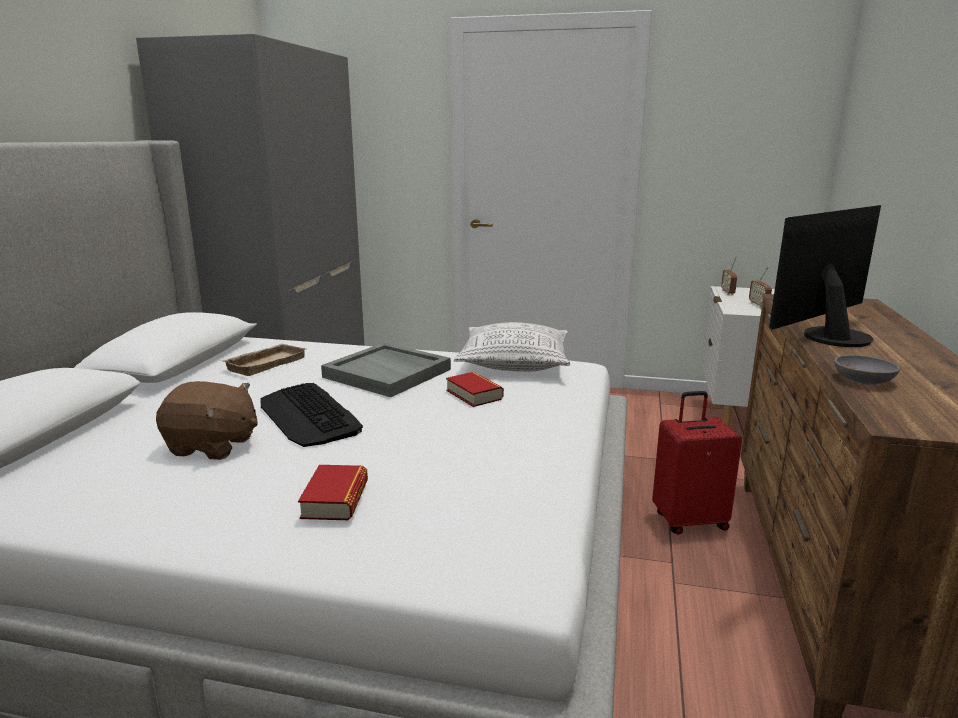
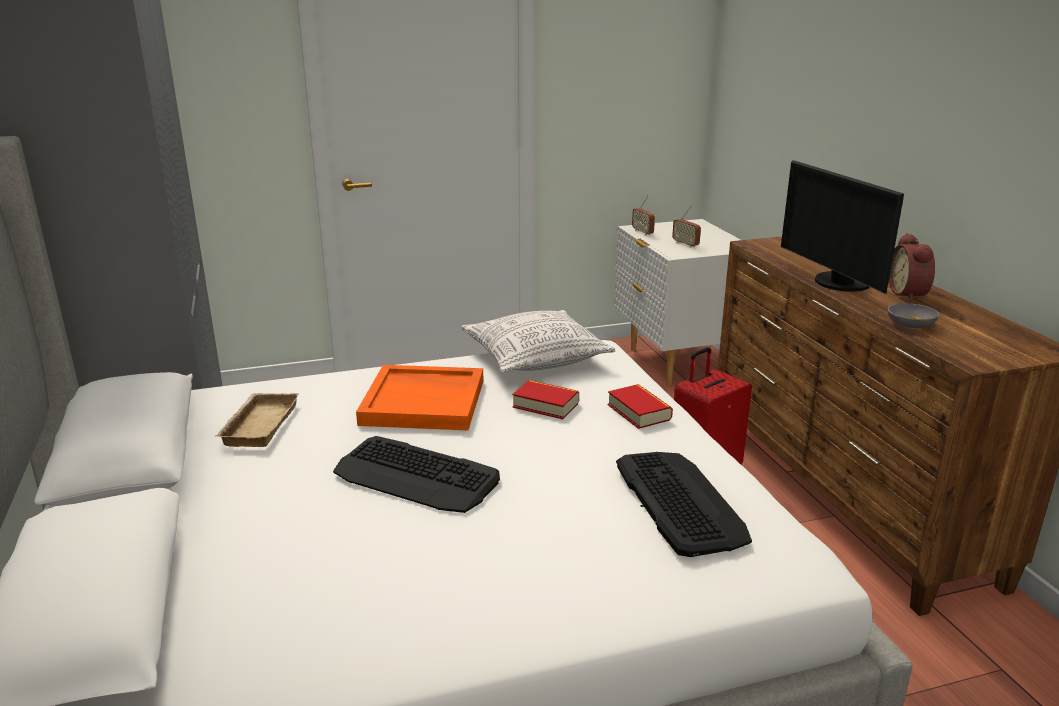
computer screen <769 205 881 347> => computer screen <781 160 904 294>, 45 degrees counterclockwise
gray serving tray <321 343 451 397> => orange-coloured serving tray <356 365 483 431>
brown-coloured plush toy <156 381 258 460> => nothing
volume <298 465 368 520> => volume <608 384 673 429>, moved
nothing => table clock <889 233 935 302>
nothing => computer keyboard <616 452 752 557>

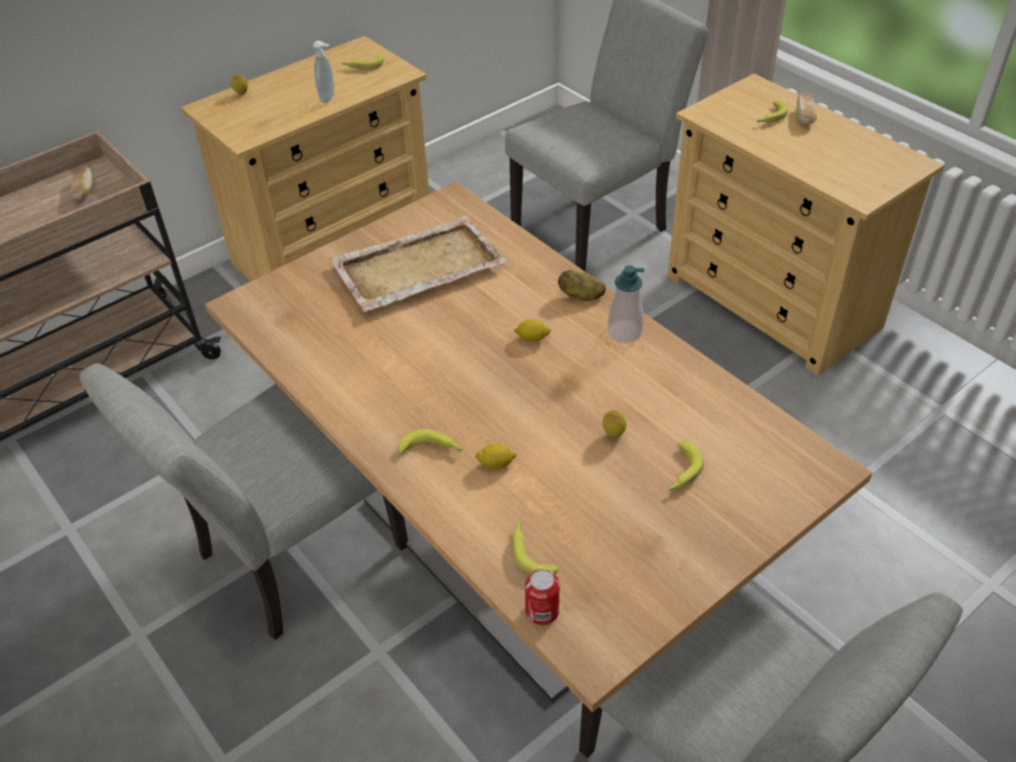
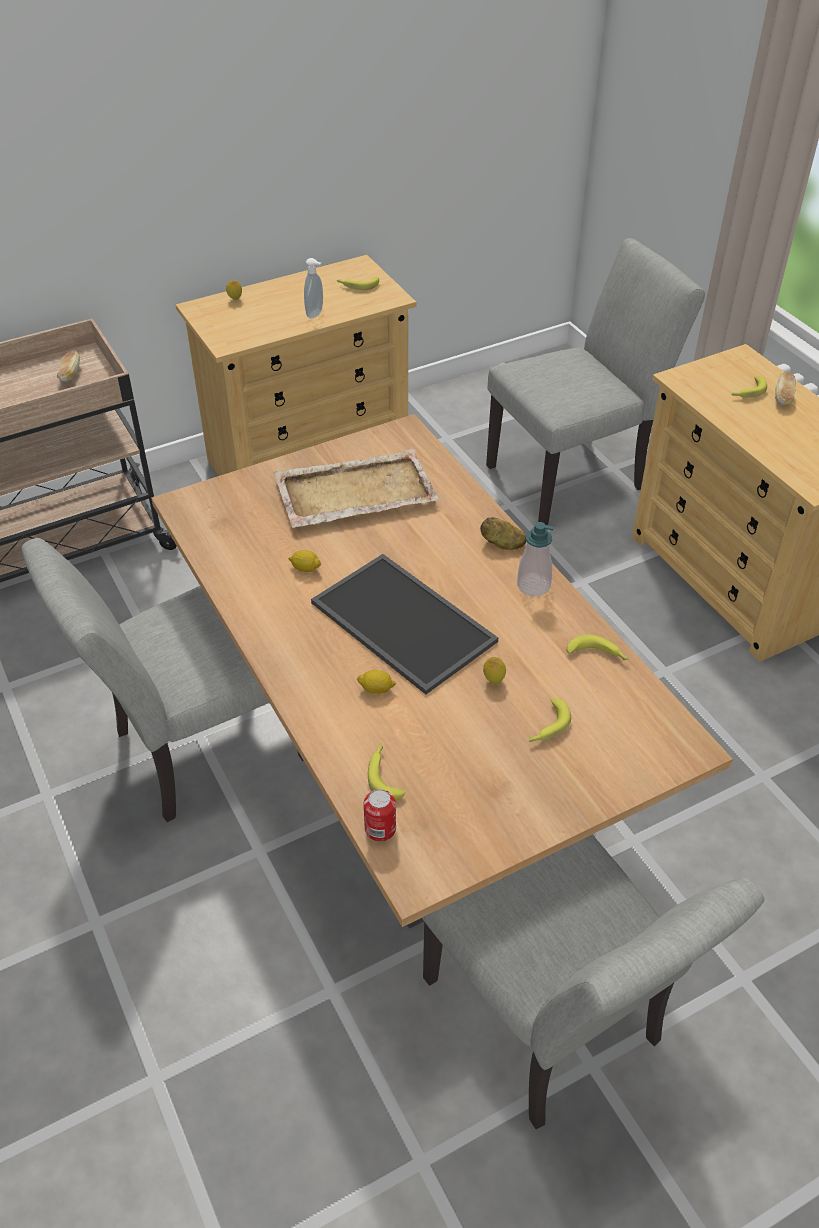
citrus fruit <514 319 551 342> => citrus fruit <289 550 321 572>, moved
whole banana <397 429 463 454> => whole banana <566 635 629 660>, moved
nothing => serving tray <311 554 498 694>

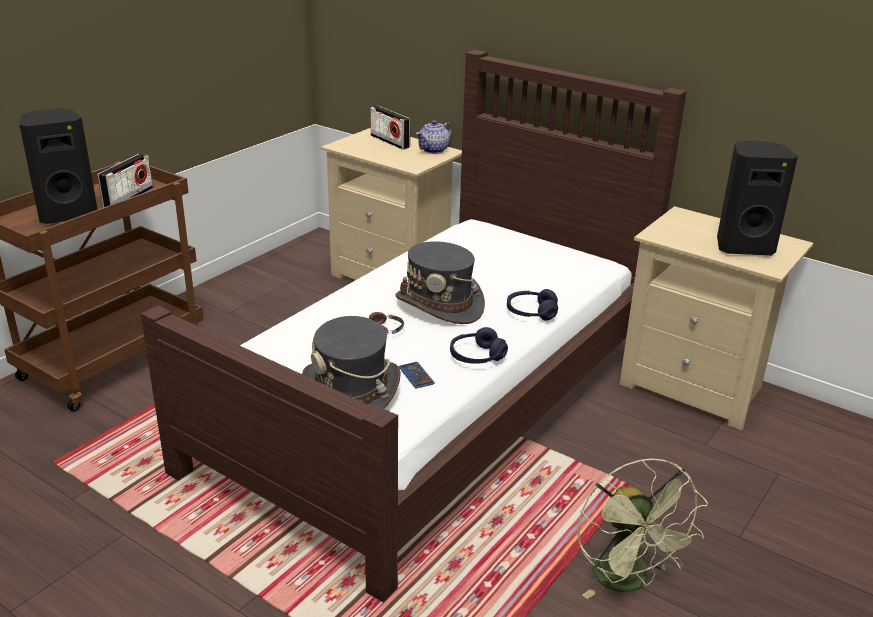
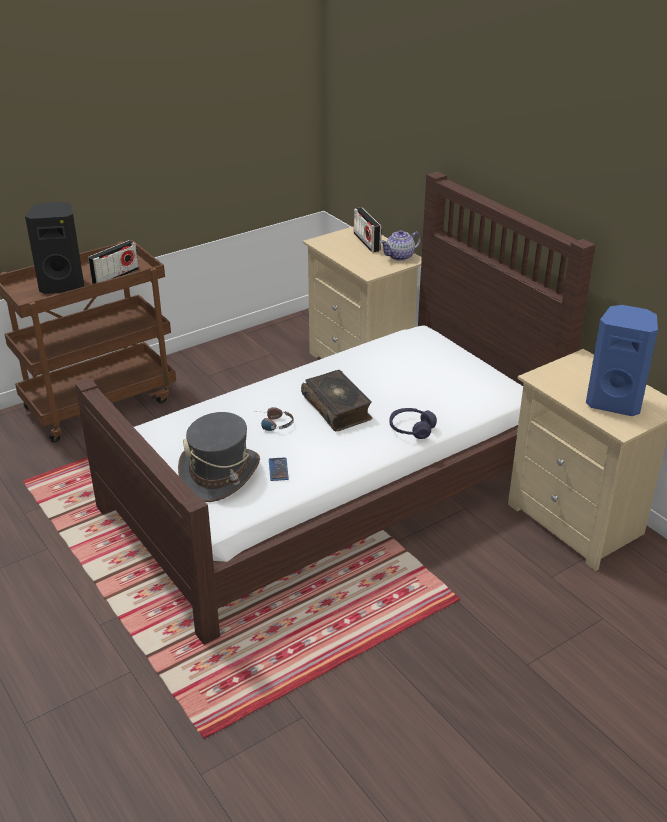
blackish audio speaker <717 141 798 255> => bluish audio speaker <586 305 658 416>
gray hat <395 241 485 324> => volume <301 370 372 431>
purple-coloured headphones <450 327 508 364> => nothing
green cooling fan <577 458 708 599> => nothing

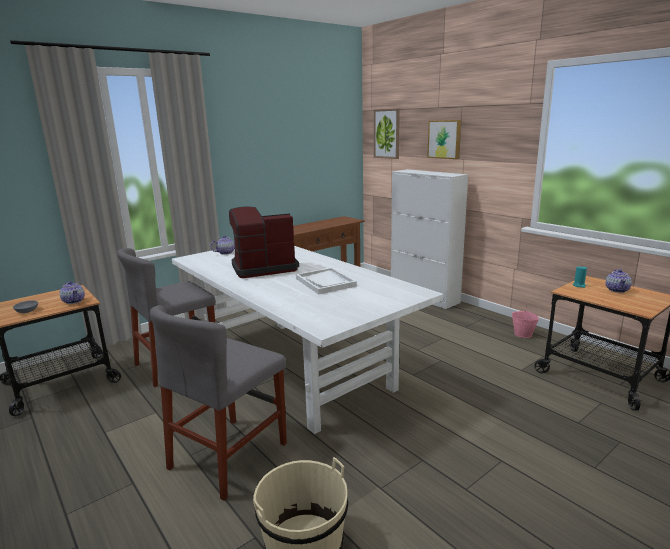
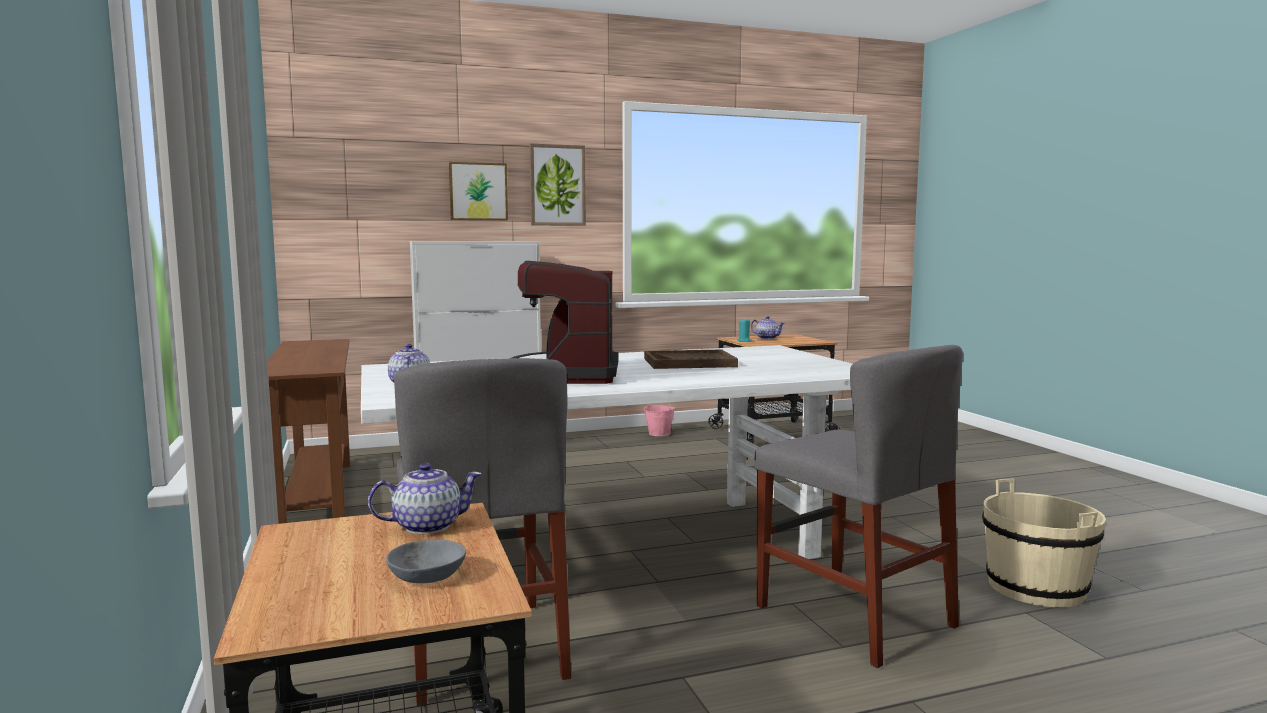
wall picture <374 109 400 159> => wall picture <530 144 586 226>, moved
whitish serving tray <296 267 357 294> => brown-coloured serving tray <644 349 738 369>

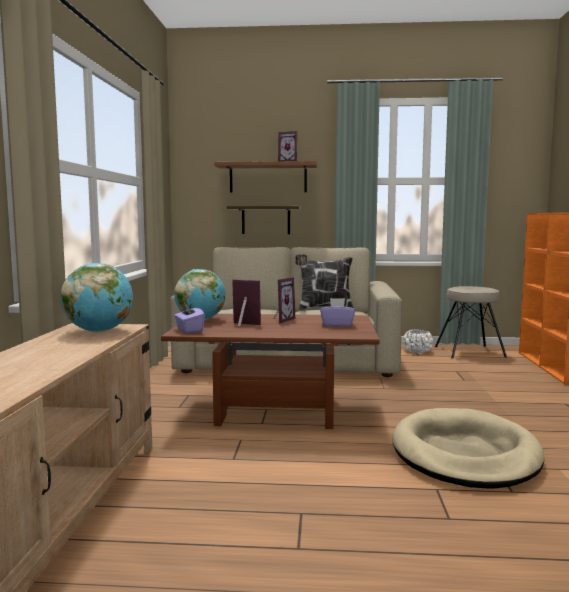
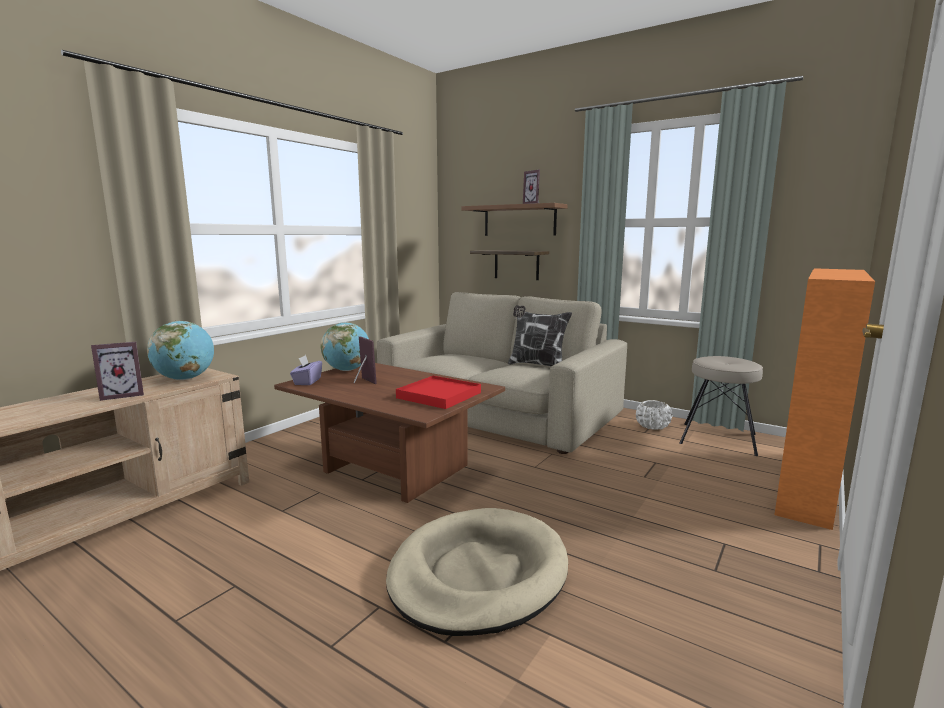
photo frame <274 277 295 323> => photo frame <91 342 144 401>, moved
purple-coloured tissue holder <320 298 355 327> => red-coloured serving tray <396 376 481 409>

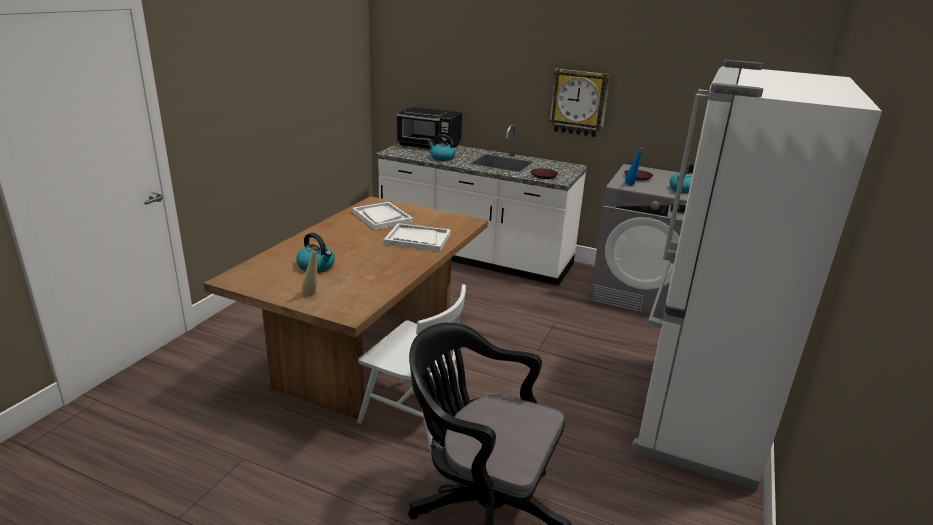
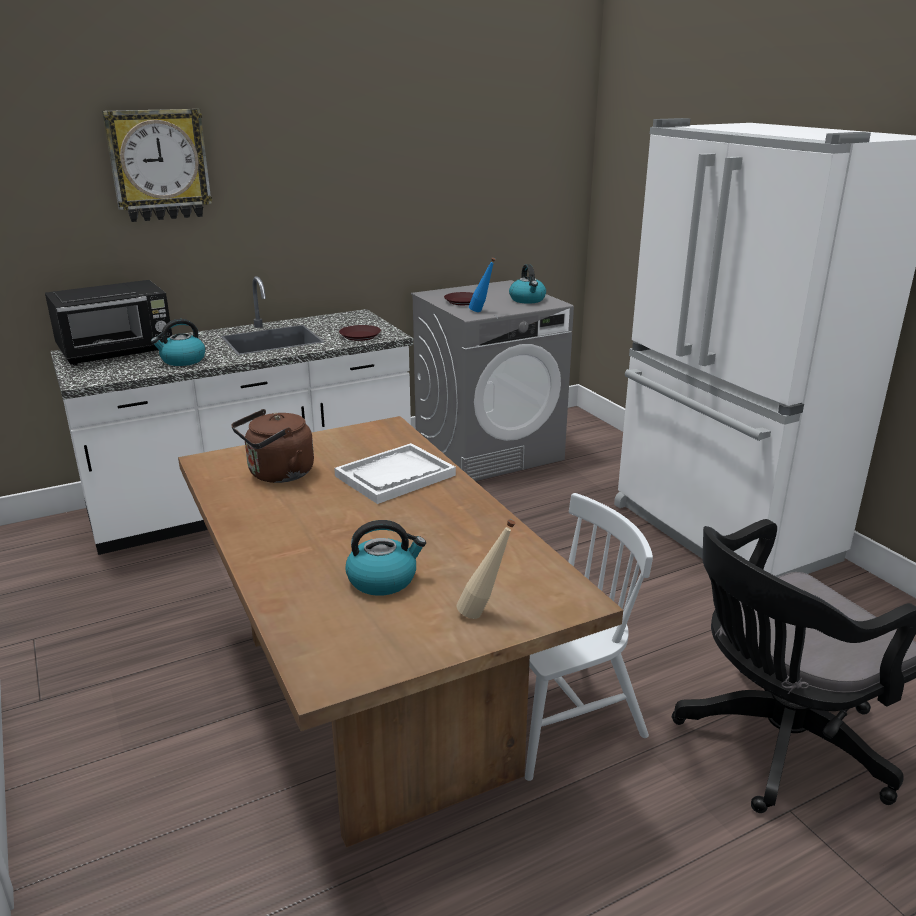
wall clock <549 69 610 137> => wall clock <102 109 212 222>, moved
whitish serving tray <352 202 413 230> => brown-coloured kettle <231 409 314 483>

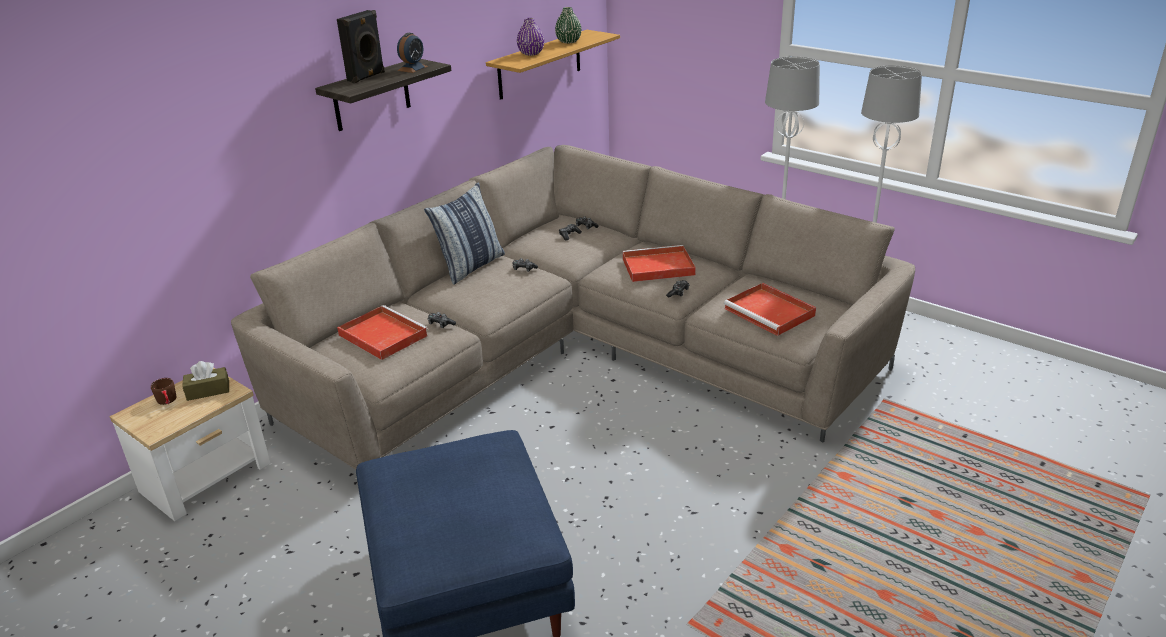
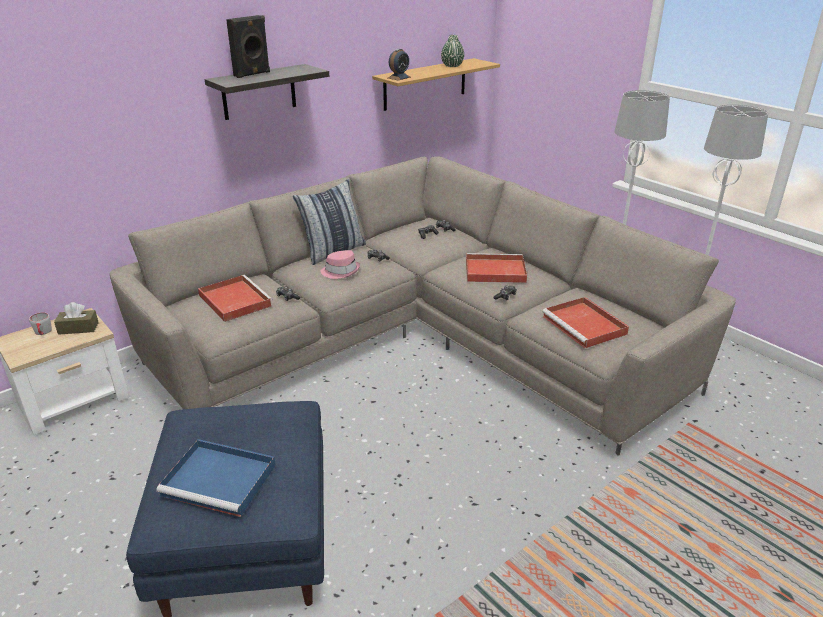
purple-coloured decorative vase <517 18 544 56> => nothing
table clock <397 33 428 73> => table clock <388 49 411 81>, moved
brown-coloured tea mug <151 378 176 405> => gray tea mug <29 312 52 335>
nothing => pink-coloured hat <320 250 360 279>
nothing => bluish serving tray <156 439 276 517>

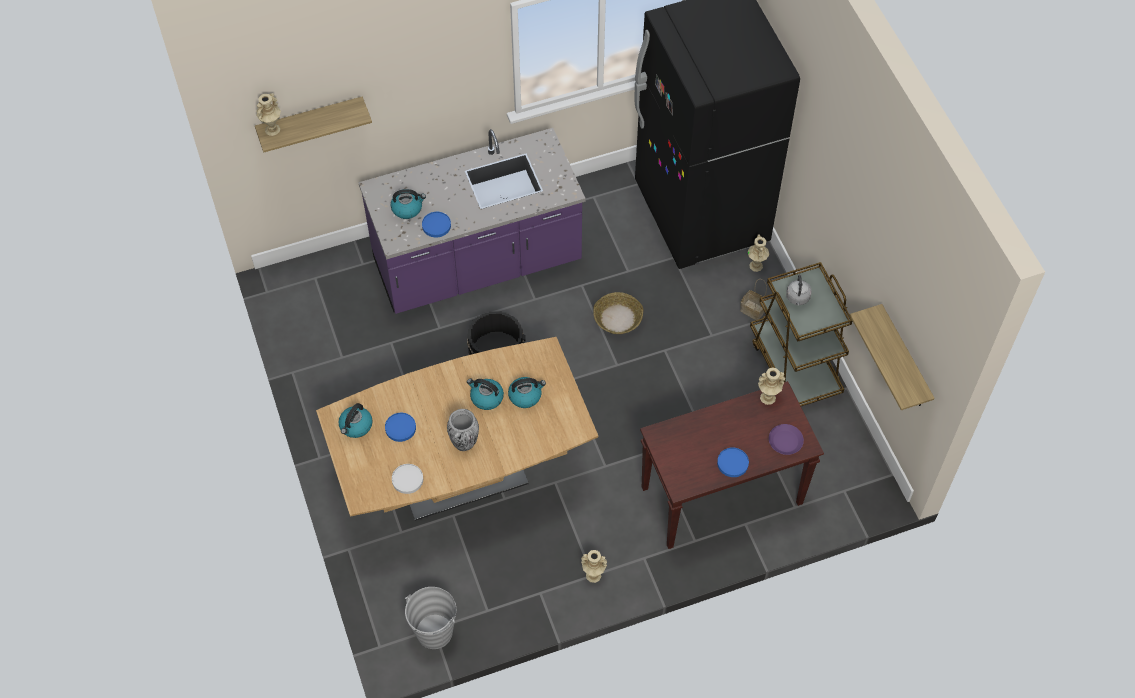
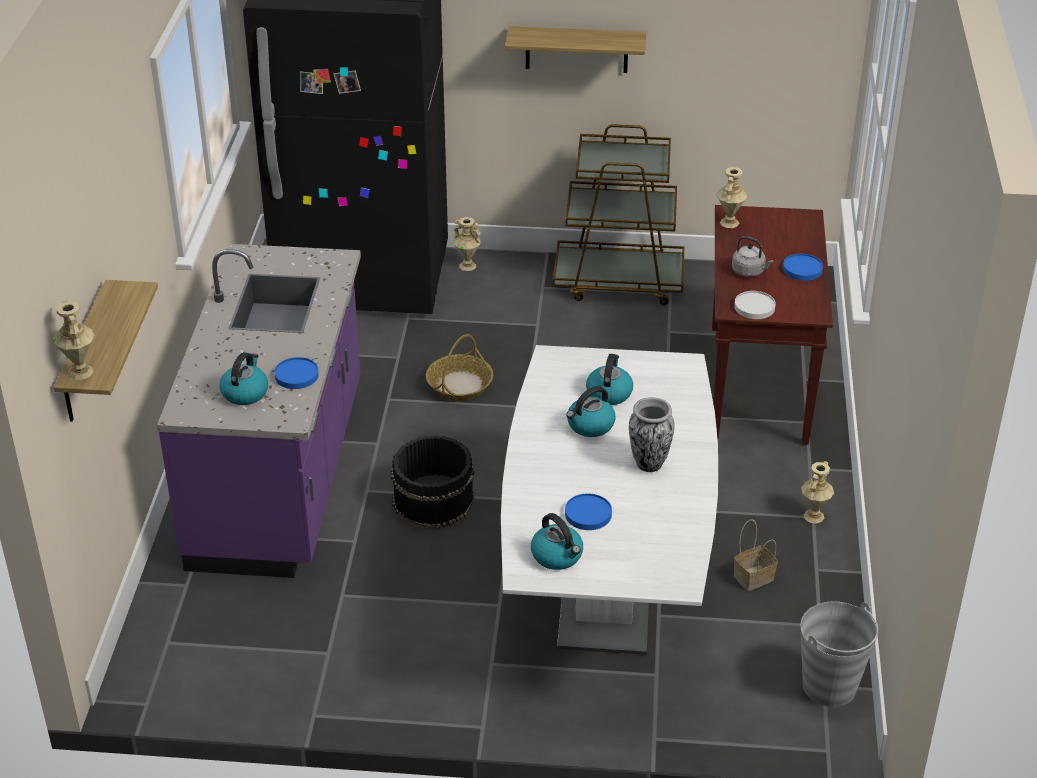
gray kettle <786 275 812 306> => gray kettle <732 236 773 277>, moved
household basket <740 279 767 320> => household basket <734 519 778 591>, moved
shelf <850 304 934 410> => shelf <505 26 646 73>, moved
brown-coloured kitchen table <316 337 598 521> => whitish kitchen table <501 345 718 655>
purple-coloured plate <769 424 804 455> => nothing
whitish plate <392 464 423 494> => whitish plate <734 291 776 319>, moved

